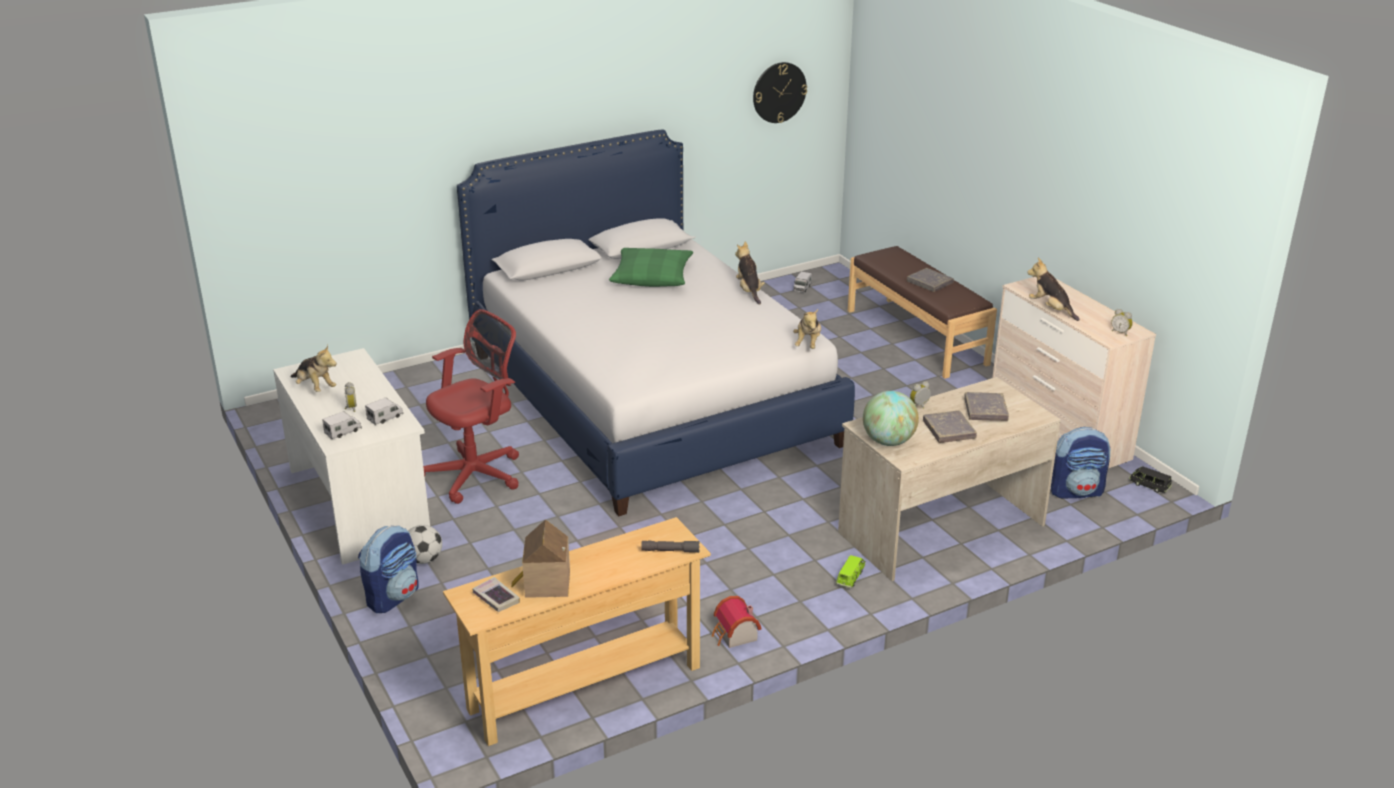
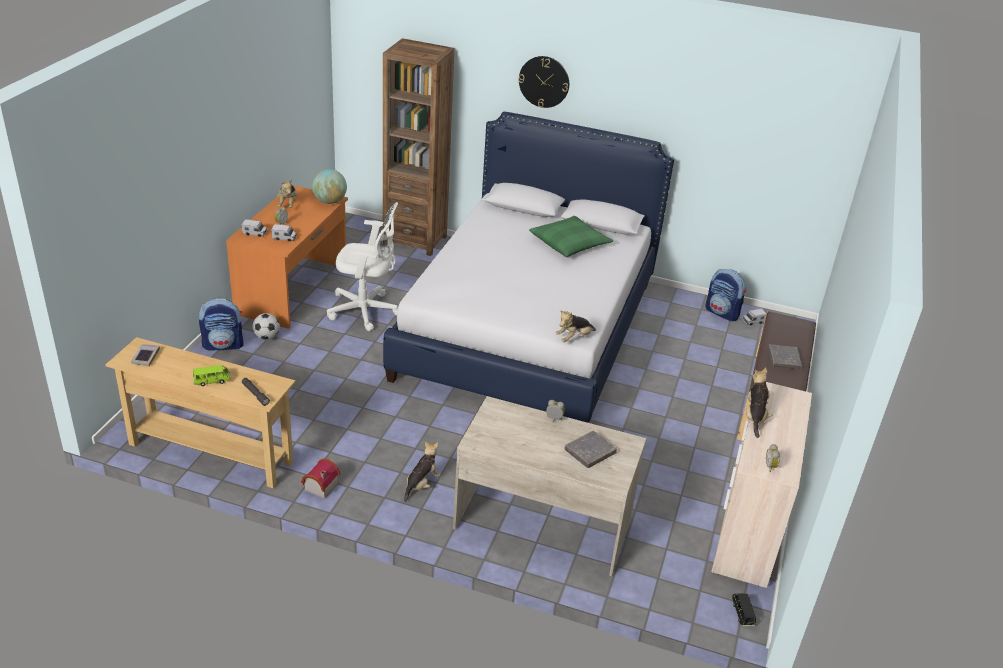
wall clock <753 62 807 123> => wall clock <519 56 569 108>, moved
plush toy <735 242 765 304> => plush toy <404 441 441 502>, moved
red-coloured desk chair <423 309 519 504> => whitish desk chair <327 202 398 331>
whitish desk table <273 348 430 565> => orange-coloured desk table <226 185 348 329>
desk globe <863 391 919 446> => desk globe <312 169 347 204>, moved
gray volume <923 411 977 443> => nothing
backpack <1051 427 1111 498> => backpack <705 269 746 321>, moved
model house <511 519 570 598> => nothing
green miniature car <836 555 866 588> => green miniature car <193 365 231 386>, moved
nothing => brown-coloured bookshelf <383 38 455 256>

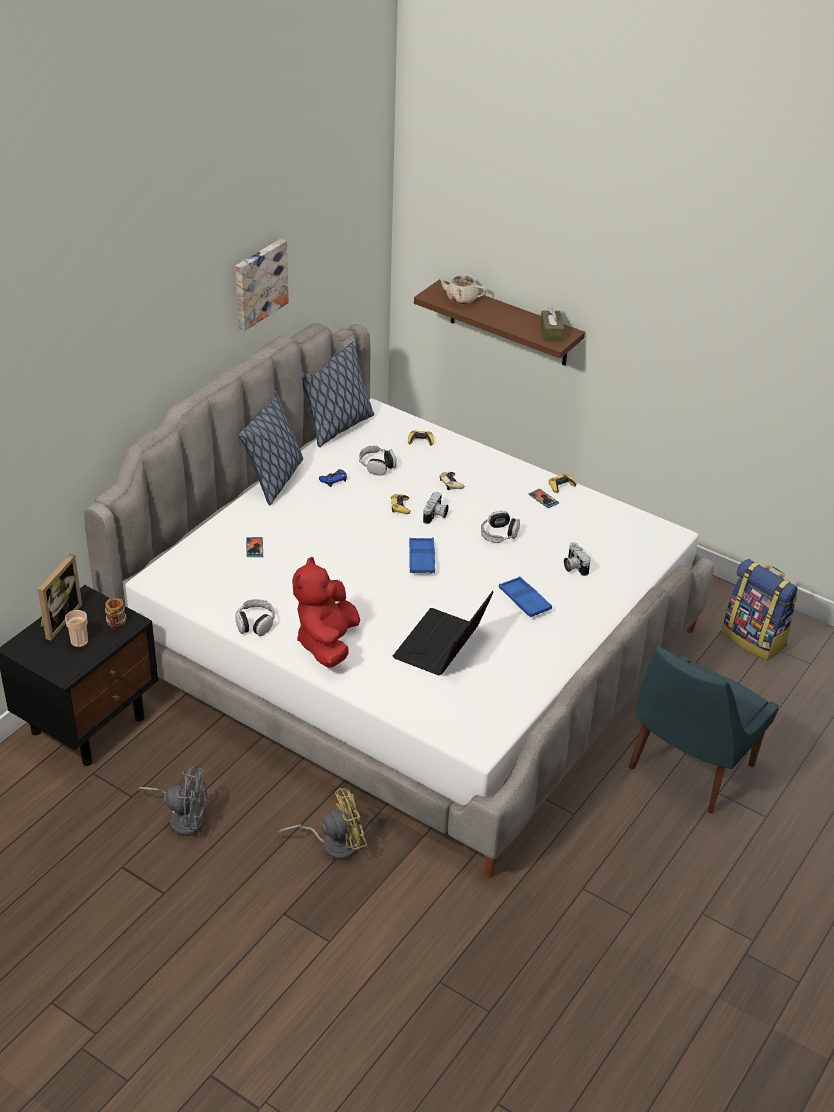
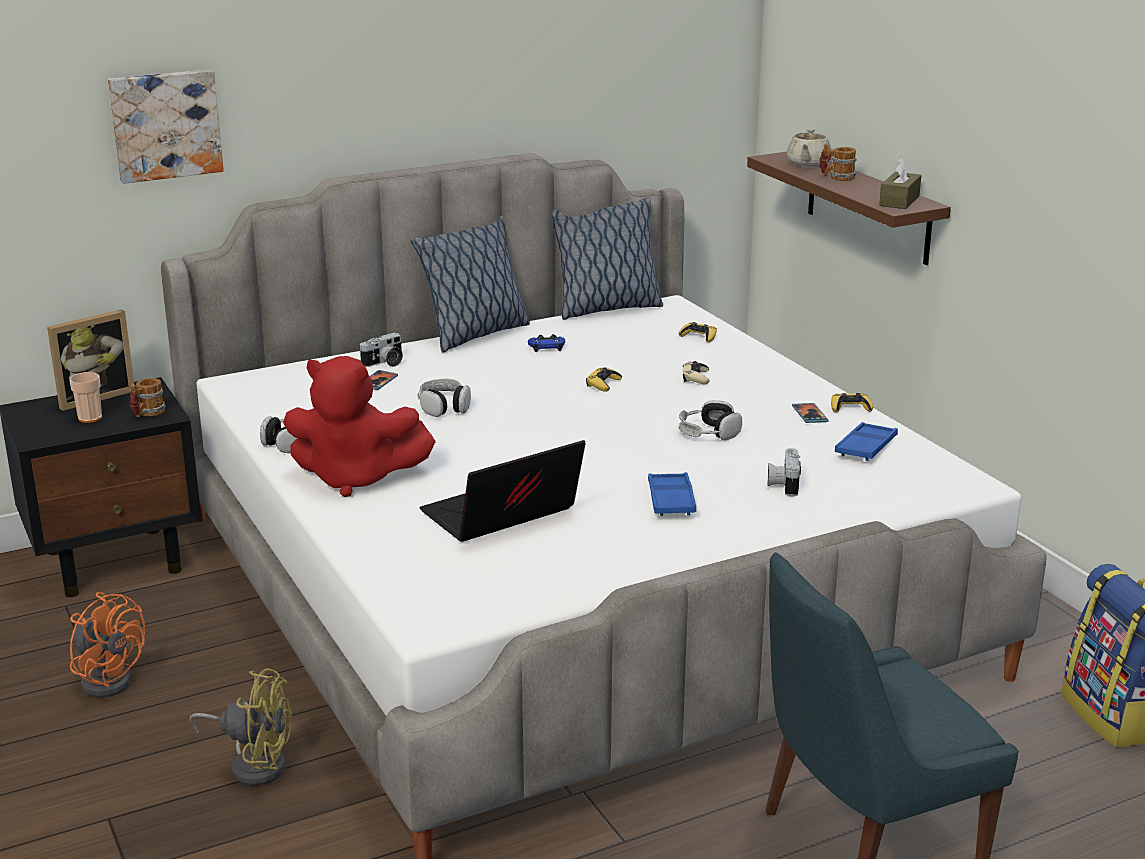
wall picture <236 239 289 331> => wall picture <108 69 224 184>, moved
beige teapot <437 275 486 304> => beige teapot <787 129 832 167>, 120 degrees counterclockwise
headphones <359 446 397 476> => headphones <417 379 471 417>, moved
still camera <423 492 449 524> => still camera <359 332 403 367>, moved
bluish serving tray <409 538 435 574> => bluish serving tray <835 422 898 461>, moved
red-coloured plush toy <292 557 360 668> => red-coloured plush toy <283 356 436 497>, 120 degrees counterclockwise
gray cooling fan <138 766 207 836> => orange-coloured cooling fan <70 592 145 698>
nothing => tea mug <819 143 857 181>

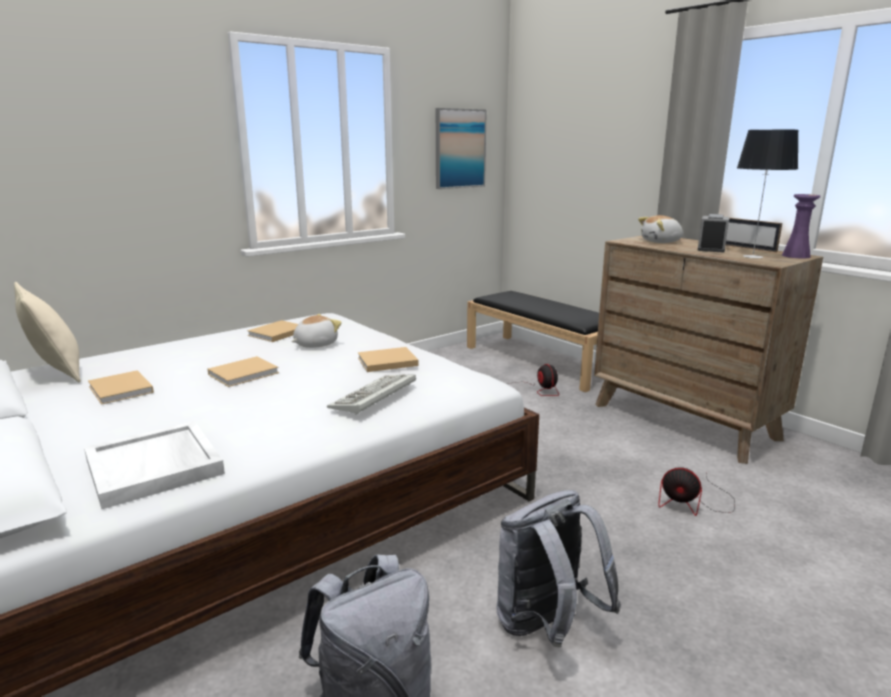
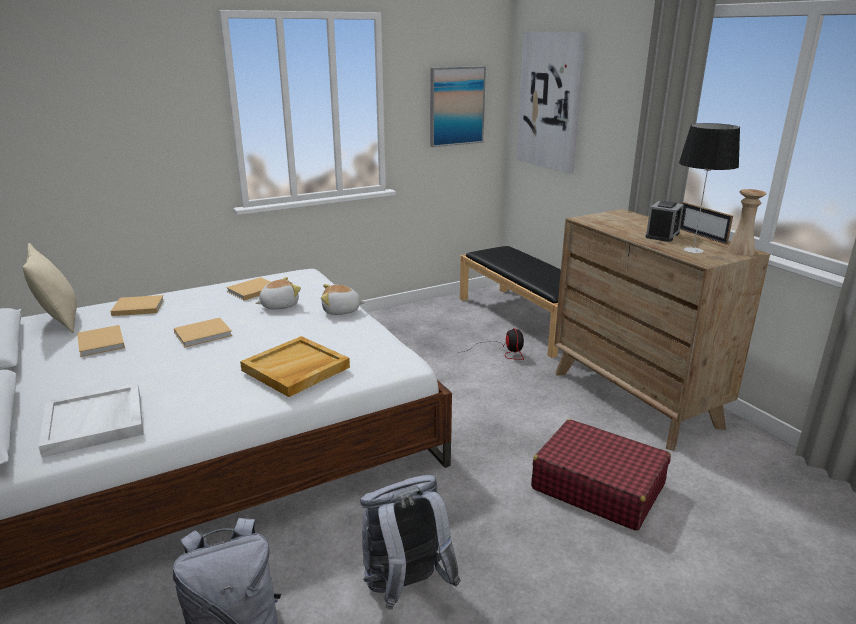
purple-coloured decorative vase <782 194 820 259> => beige decorative vase <727 189 766 256>
plush toy <638 215 684 243> => plush toy <321 284 366 315>, moved
beige volume <358 347 419 372> => beige volume <110 295 164 316>, moved
computer keyboard <327 374 416 415> => beige serving tray <240 336 350 397>
cooling fan <658 467 735 516> => red-coloured suitcase <531 419 671 531>
nothing => wall picture <516 32 586 174>

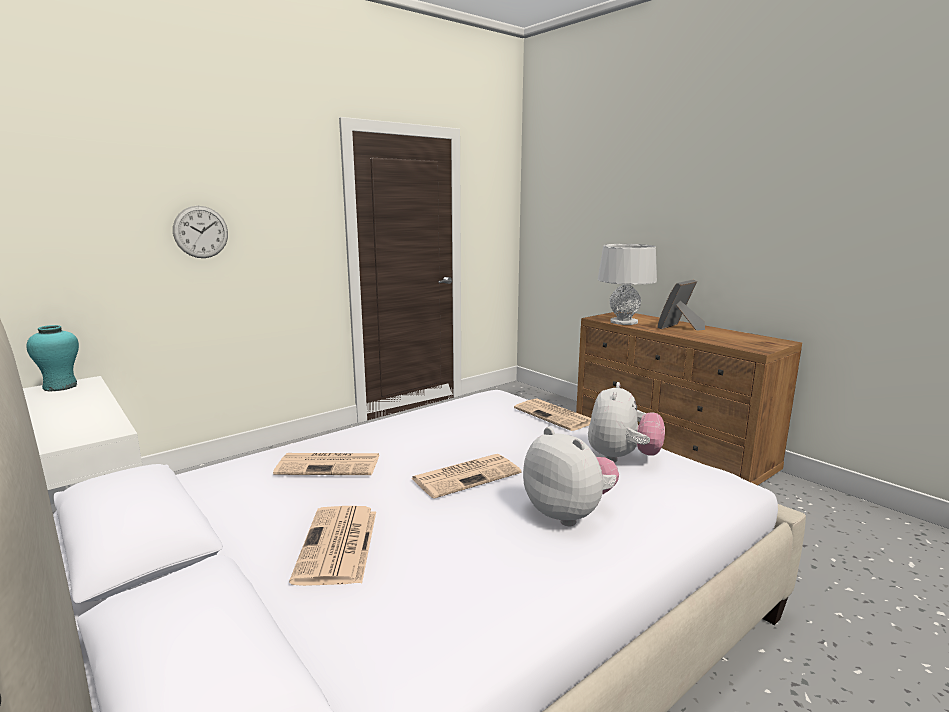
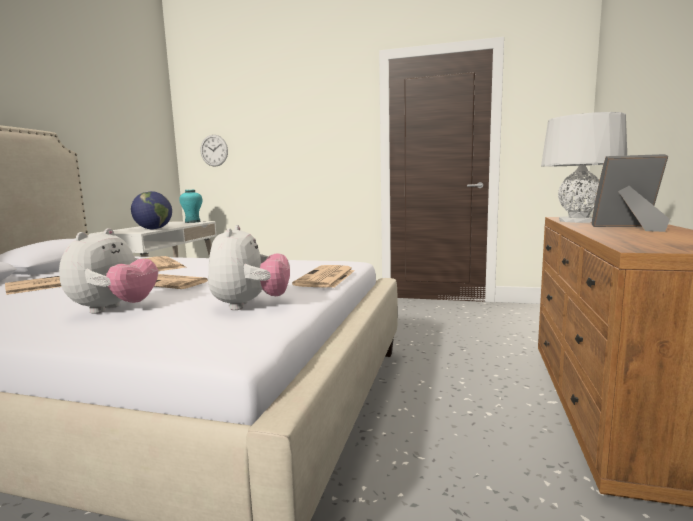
wall clock <173 206 228 258> => wall clock <200 135 228 167>, moved
plush toy <588 382 665 463> => plush toy <208 225 290 310>, 75 degrees counterclockwise
nothing => desk globe <131 191 172 229>

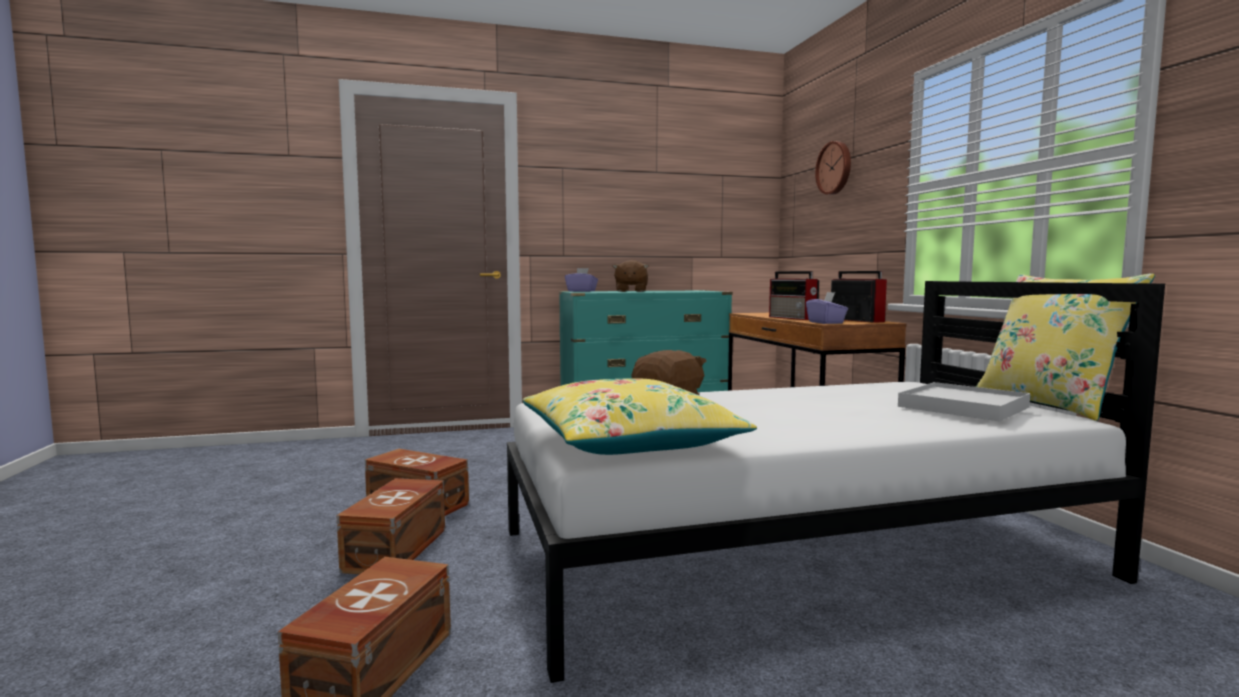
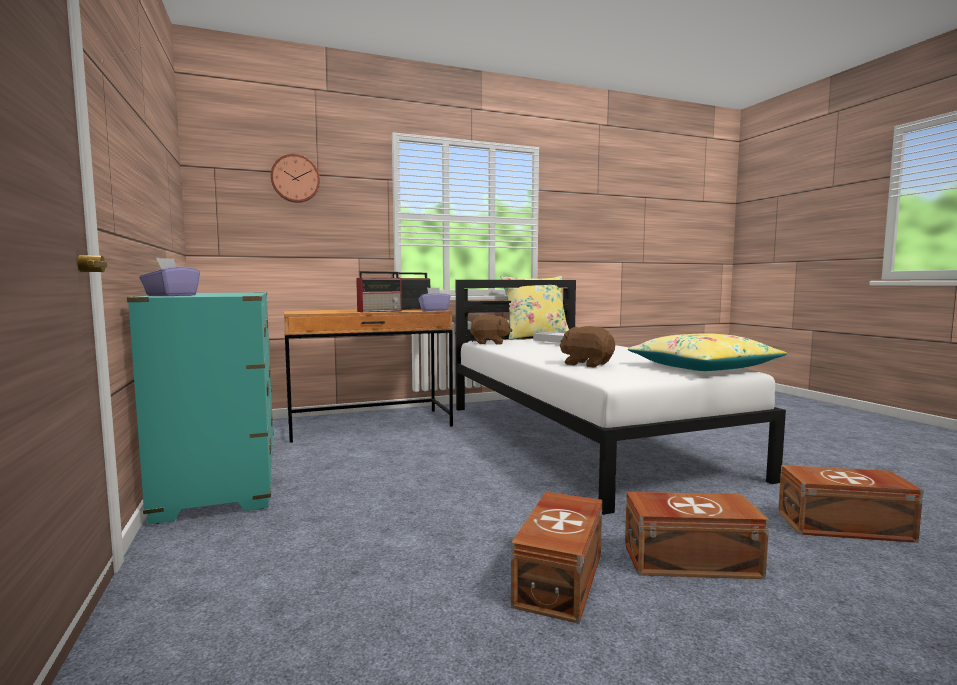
brown-coloured plush toy <613 260 649 292> => brown-coloured plush toy <470 315 513 344>, moved

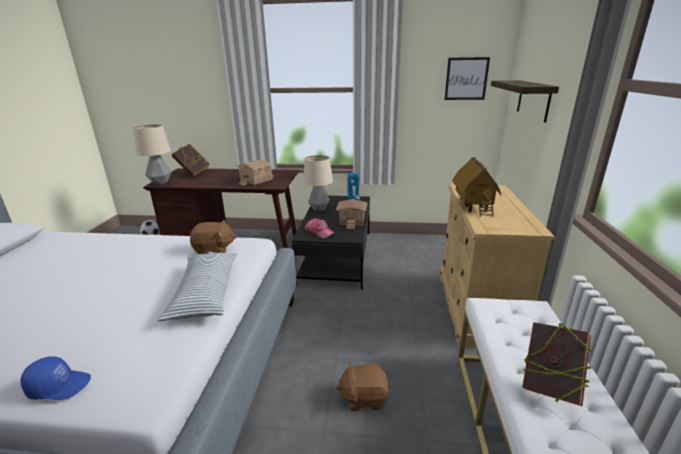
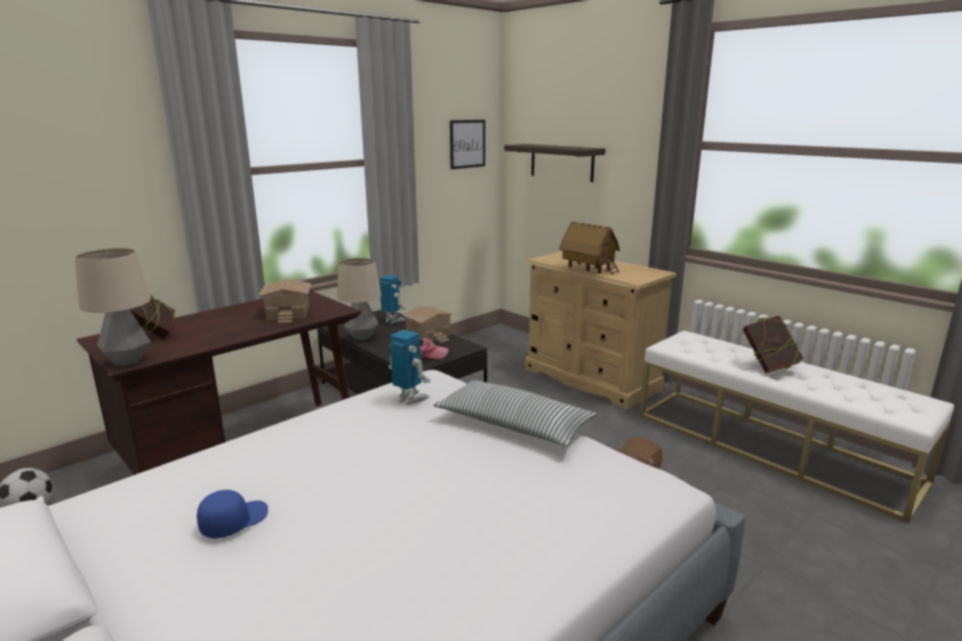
brown-coloured plush toy <190 220 237 254> => robot figure <389 330 430 405>
bluish baseball cap <20 356 91 400> => bluish baseball cap <197 490 268 539>, moved

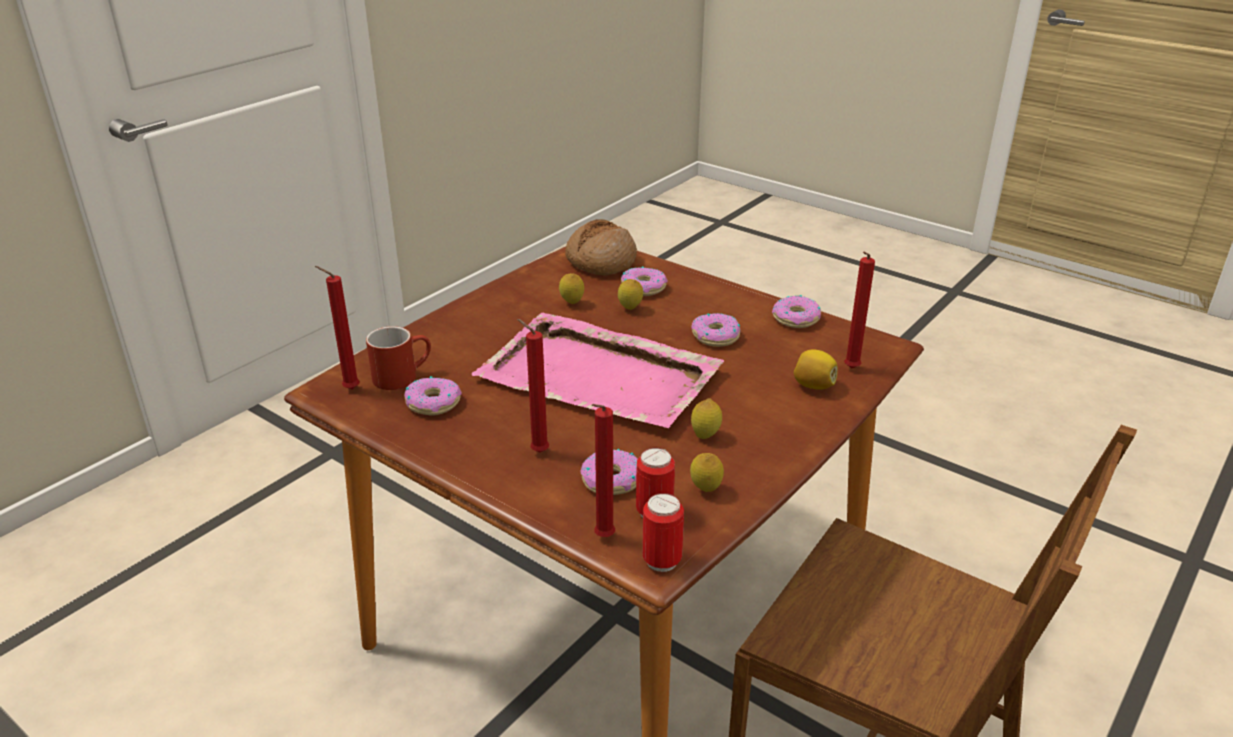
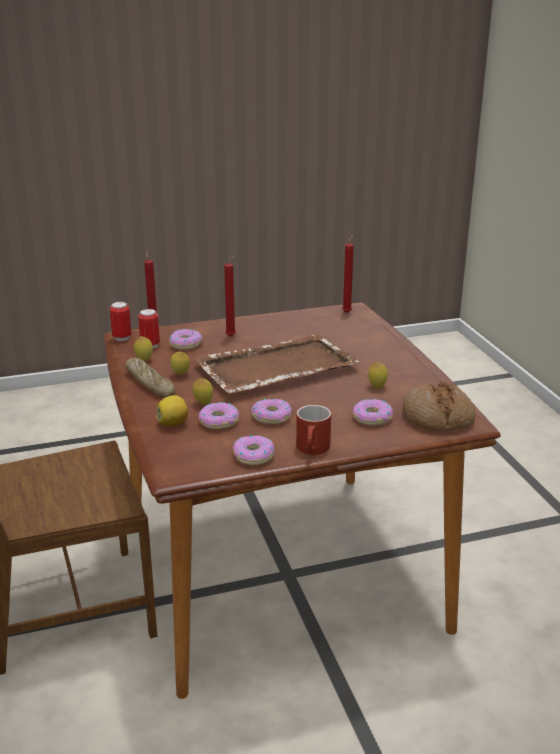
red-coloured wax candle <844 252 875 368> => nothing
citrus fruit <618 279 643 310> => citrus fruit <193 379 213 405>, moved
pink-coloured serving tray <472 313 724 428> => brown-coloured serving tray <193 333 360 394>
red-coloured tea mug <366 326 431 390> => red-coloured tea mug <296 405 331 455>, moved
doughnut <404 376 462 416> => doughnut <199 402 239 429>, moved
nothing => bakery bread <125 358 175 398>

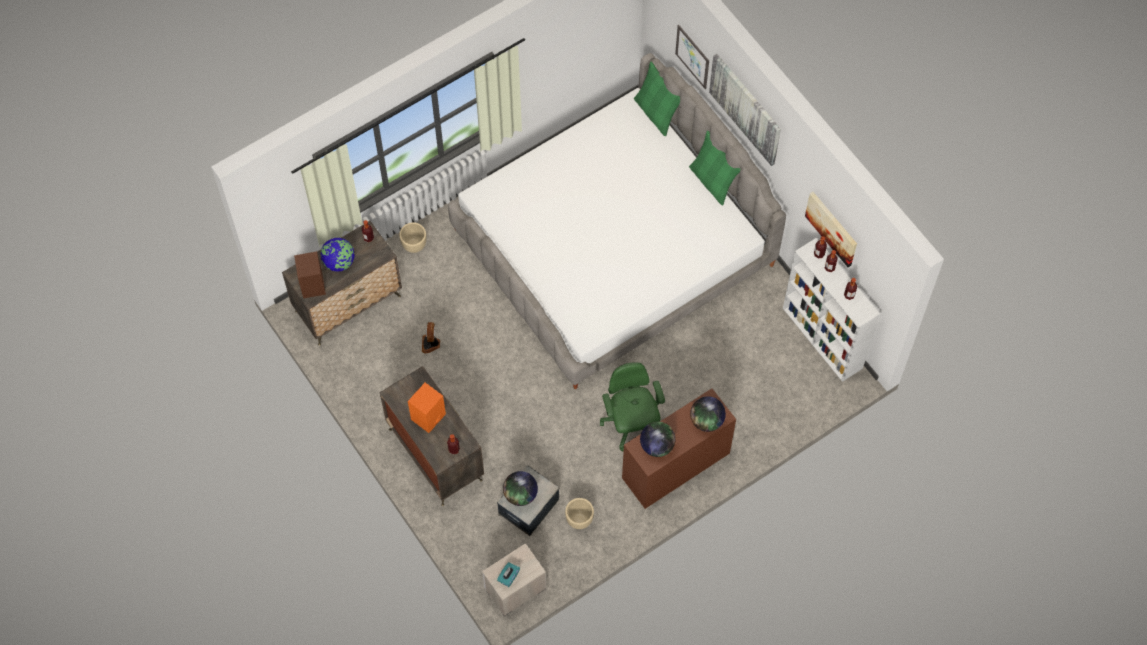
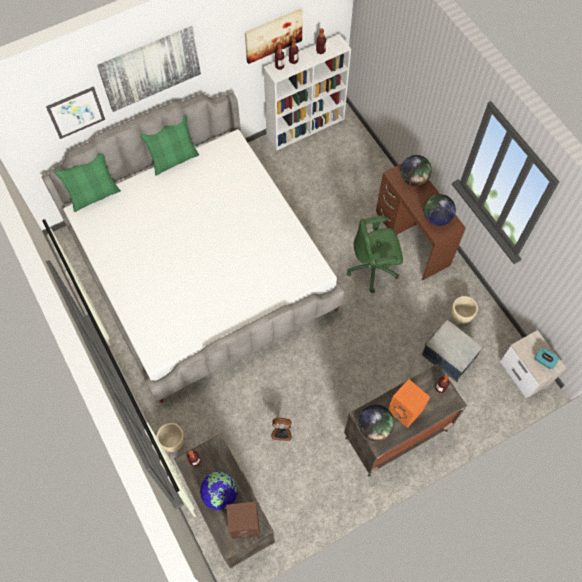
desk globe <503 471 538 506> => desk globe <358 405 394 441>, moved

